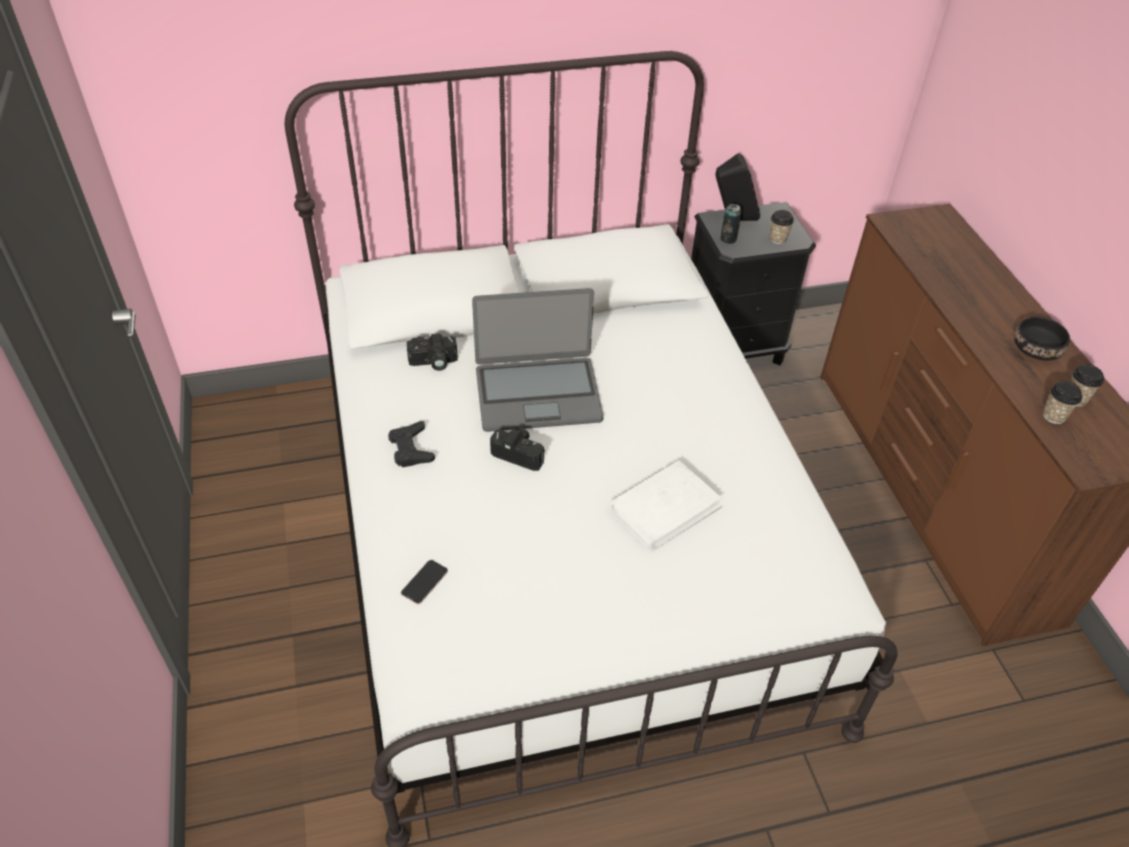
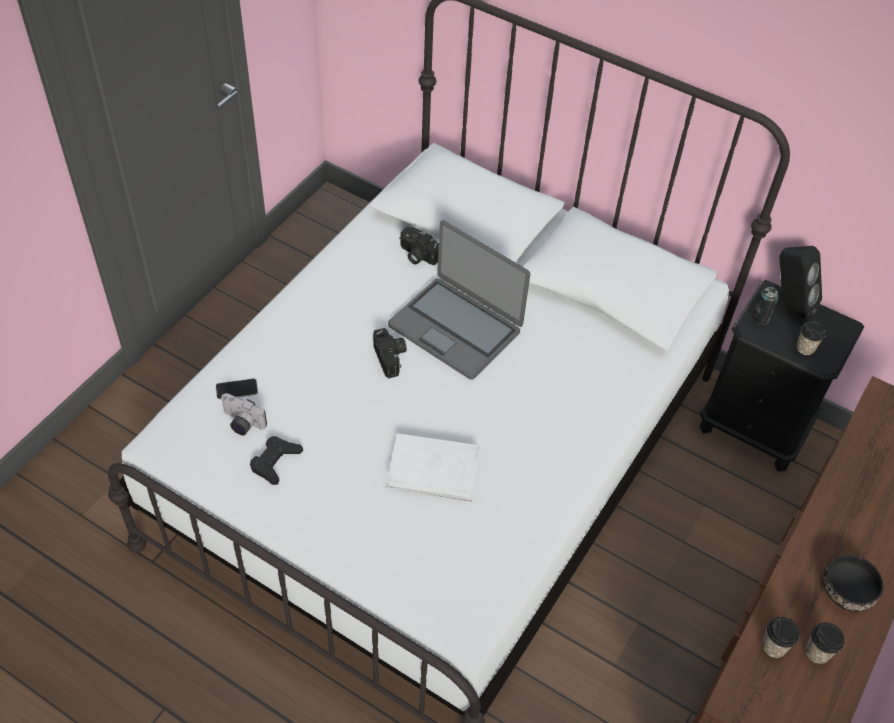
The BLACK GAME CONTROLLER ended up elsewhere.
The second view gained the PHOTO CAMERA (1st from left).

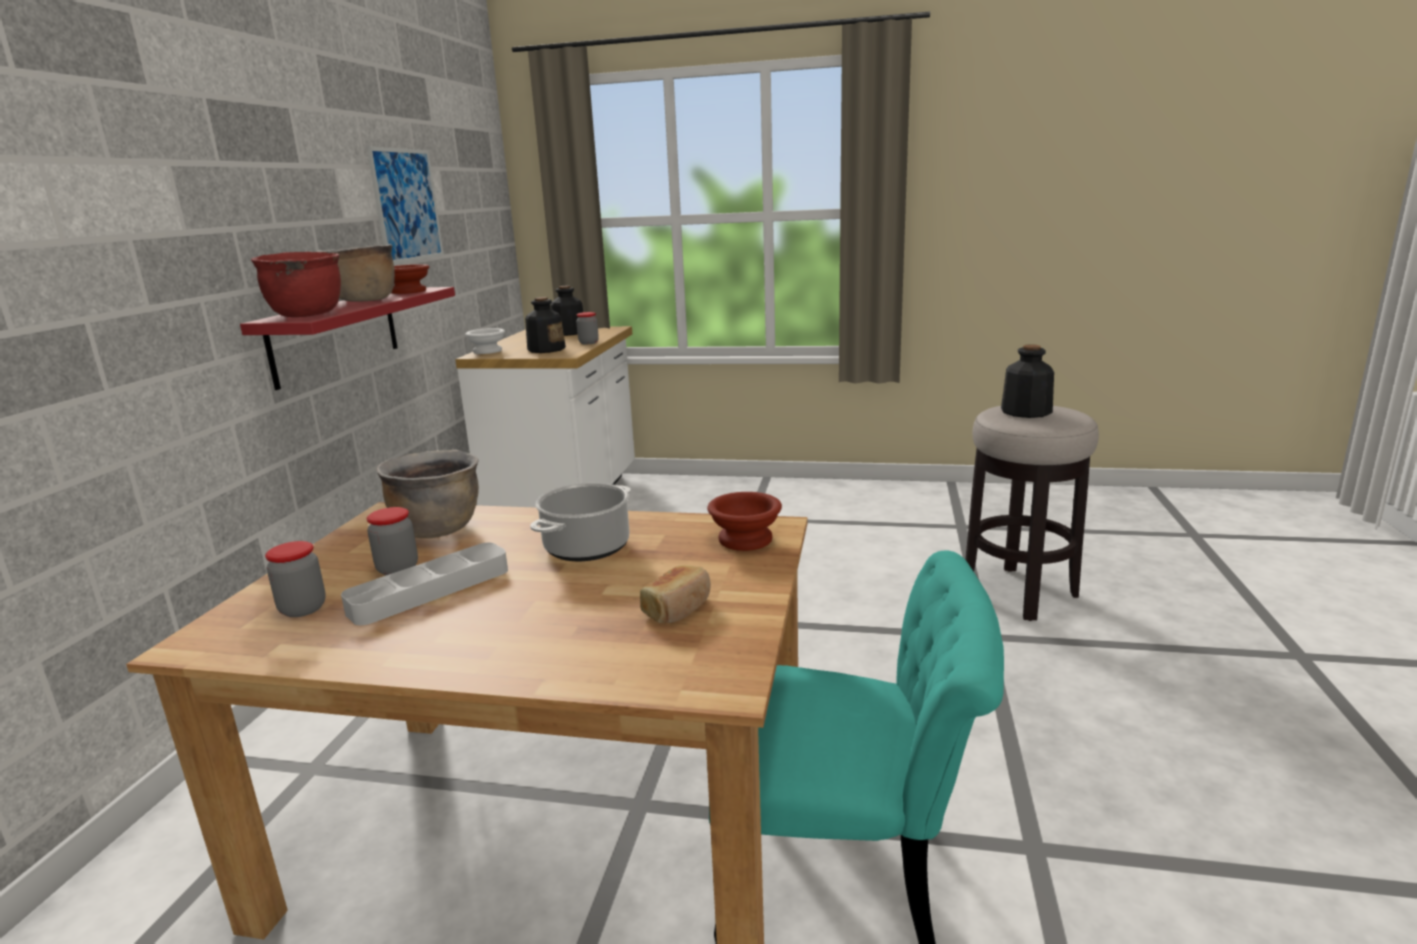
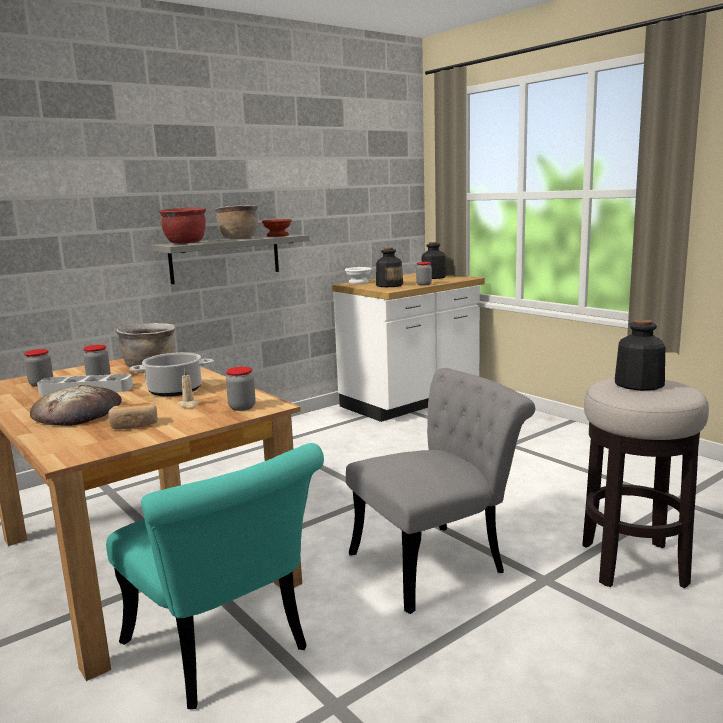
What was the RED SHELF turned into the GREY SHELF.
The second view lost the PICTURE.
Where the BROWN BOWL (2nd from left) stood, the JAR (3rd from left) came to stand.
The second view gained the BREAD (1st from left).
The second view gained the BEIGE CANDLE.
The second view gained the GREY CHAIR.

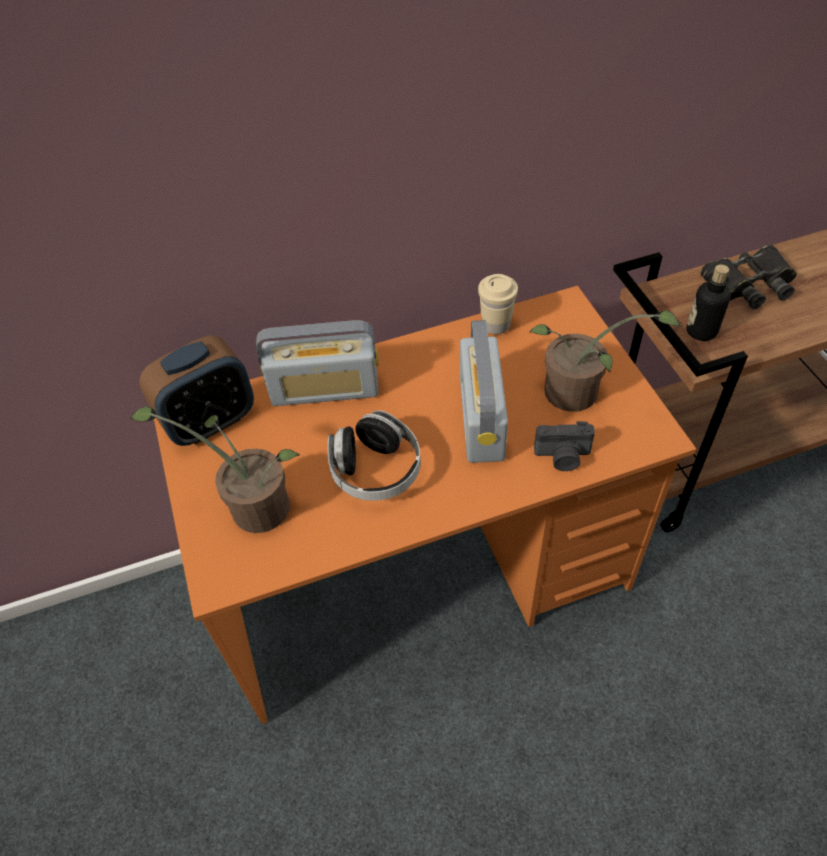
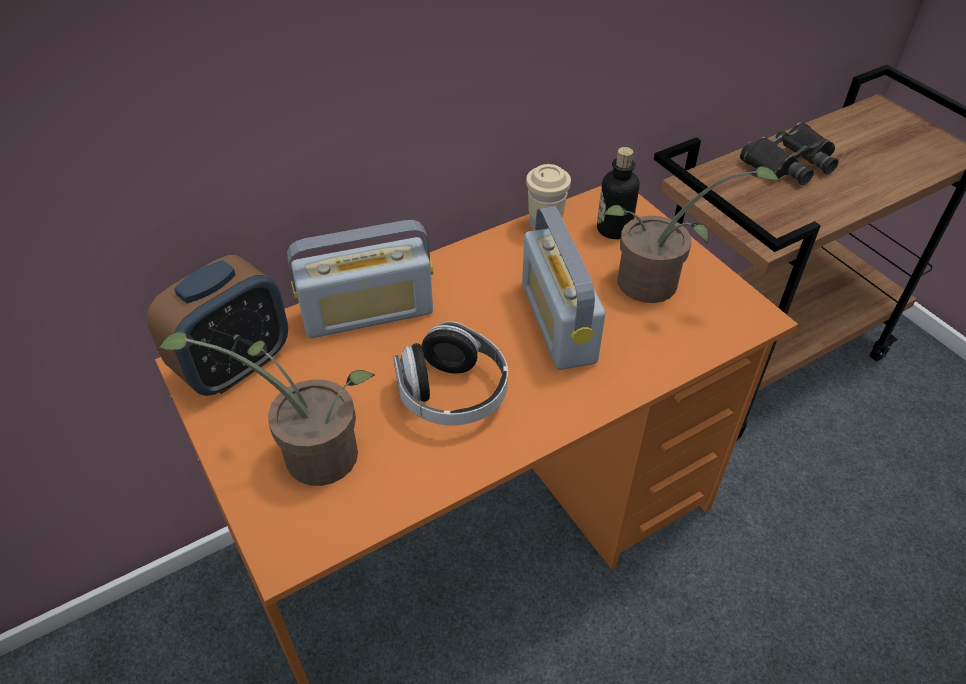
The second view lost the PHOTO CAMERA.
The BOTTLE ended up elsewhere.

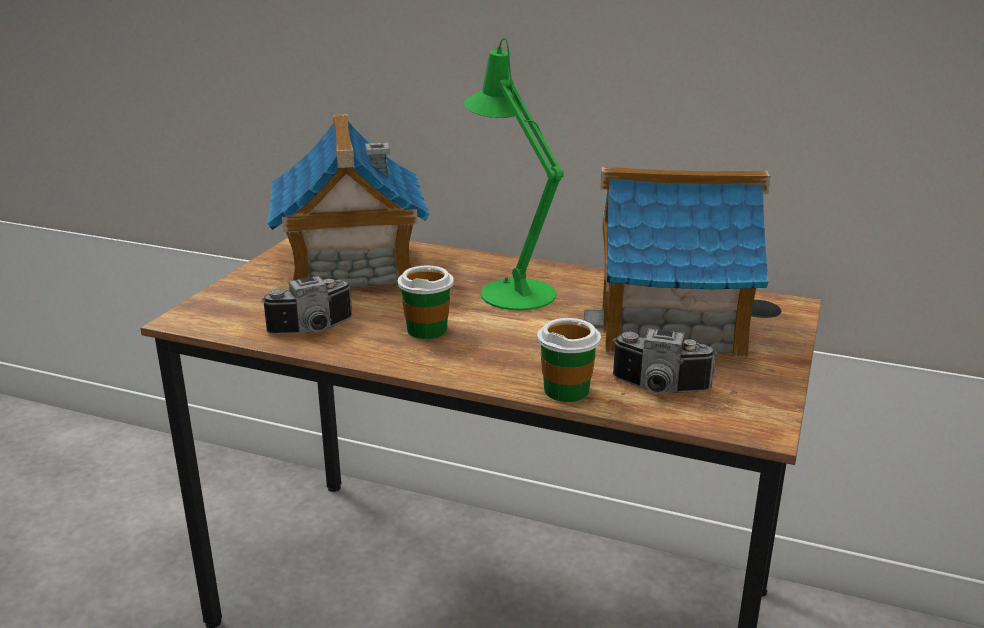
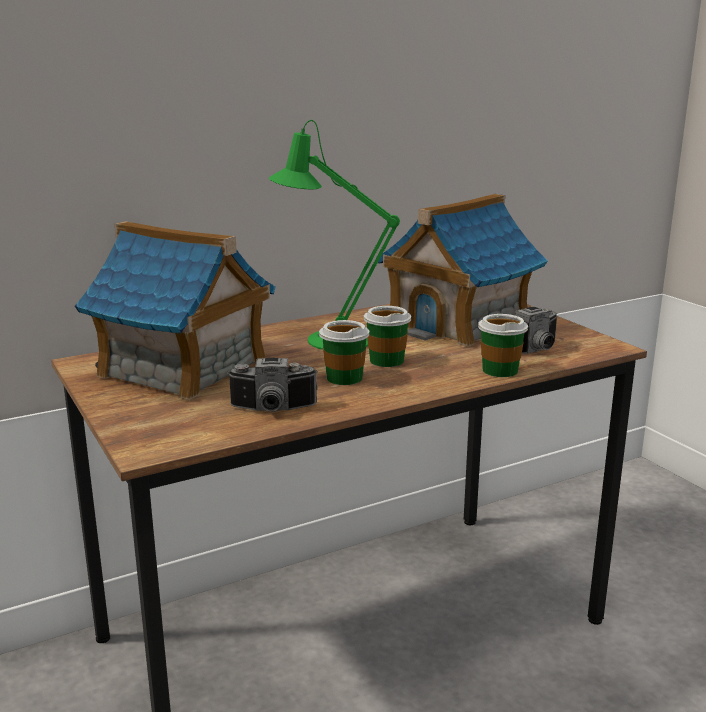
The PHOTO CAMERA (1st from left) ended up facing another way, 75 degrees clockwise from before.
The second view gained the CUP (2nd from left).

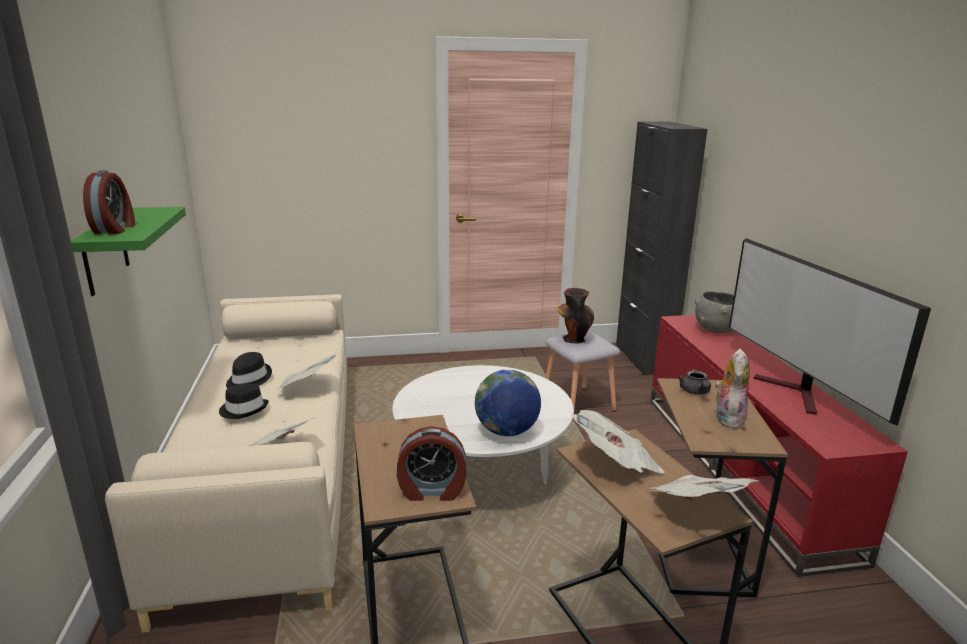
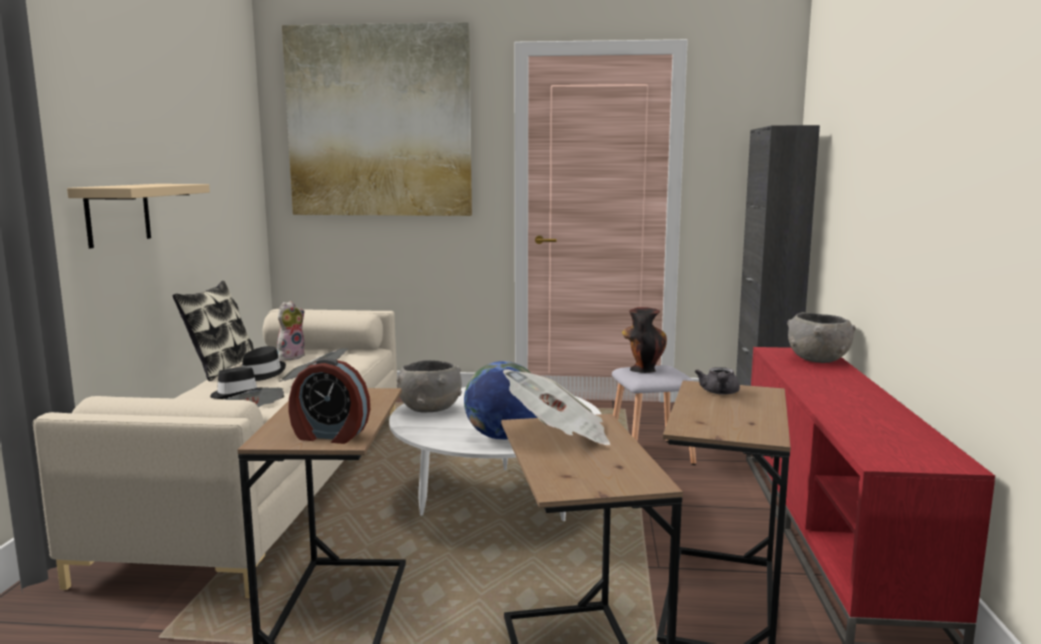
What was the GREEN SHELF turned into the BEIGE SHELF.
The second view lost the ALARM CLOCK (1st from left).
The second view lost the NEWSPAPER (4th from left).
The PLUSH TOY ended up elsewhere.
The second view lost the TELEVISION.
The second view gained the PILLOW.
The second view gained the PICTURE.
The second view gained the GREY BOWL (1st from left).

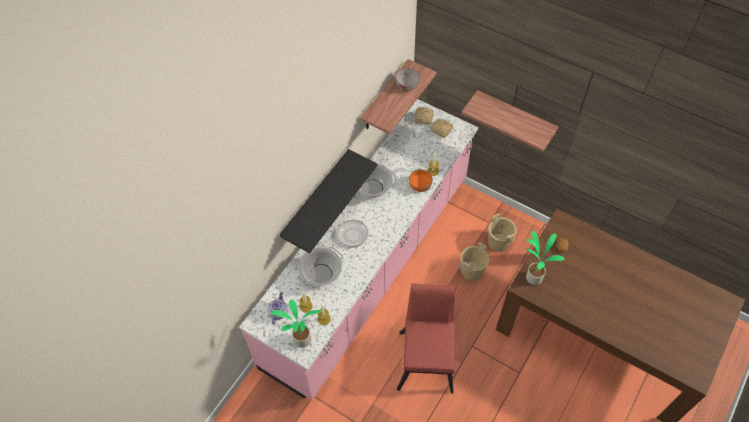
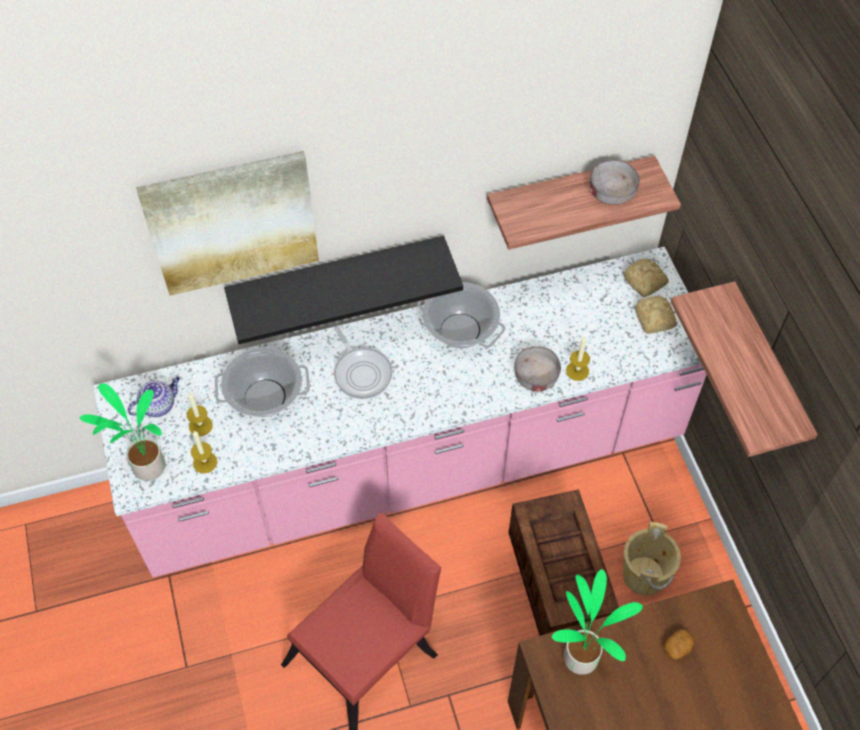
What was the ORANGE BOWL turned into the GREY BOWL (1st from left).
Where the BEIGE BUCKET (1st from left) stood, the CRATE came to stand.
The second view gained the PICTURE.

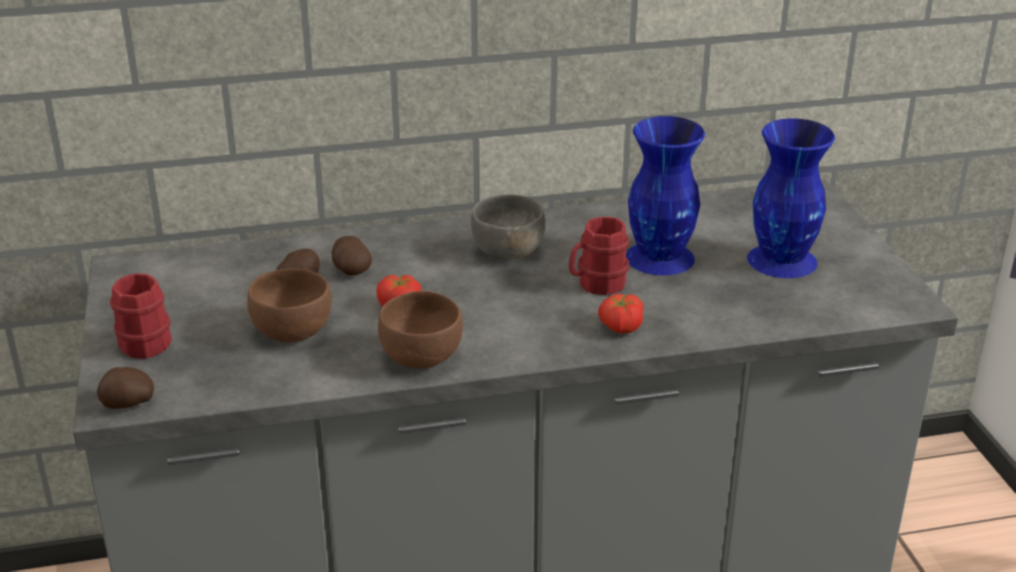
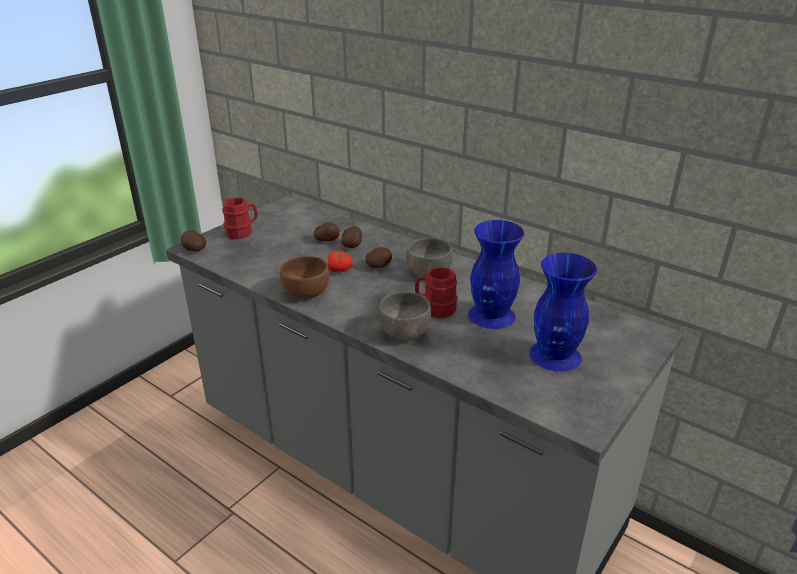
The second view lost the BROWN BOWL (1st from left).
Where the TOMATO (2nd from left) stood, the GREY BOWL (1st from left) came to stand.
The second view gained the POTATO (4th from left).

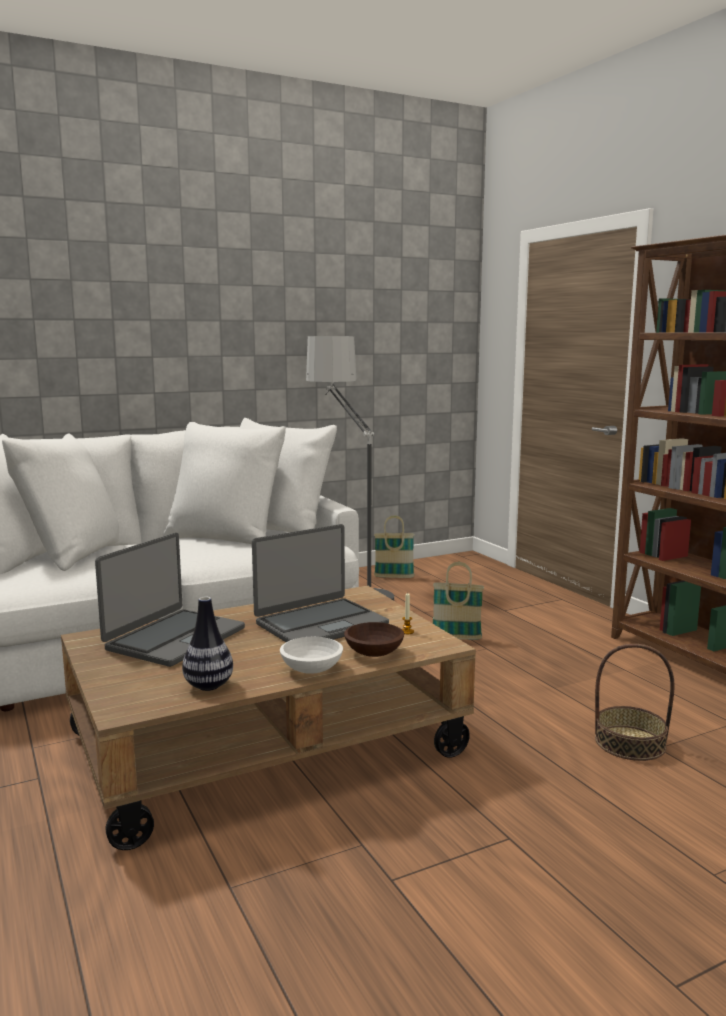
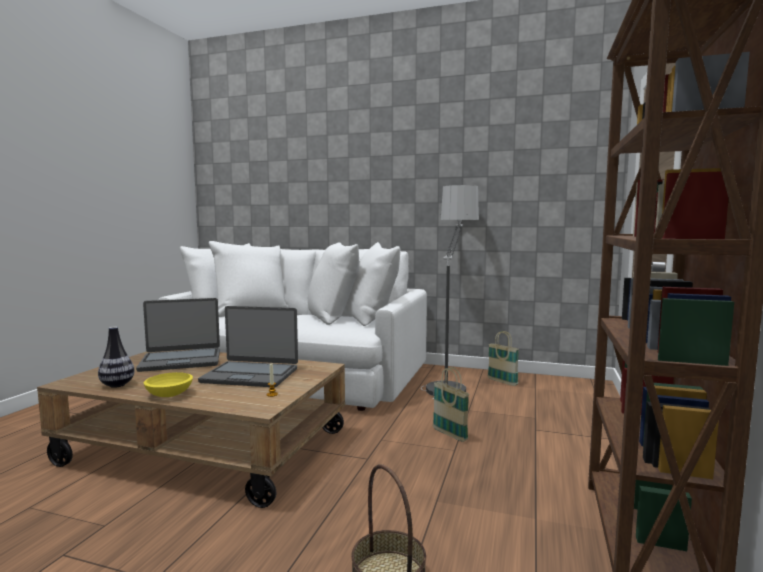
What was the WHITE BOWL turned into the YELLOW BOWL.
The second view lost the BROWN BOWL.

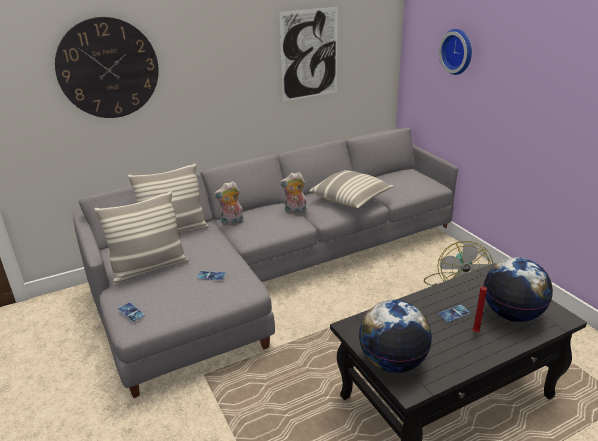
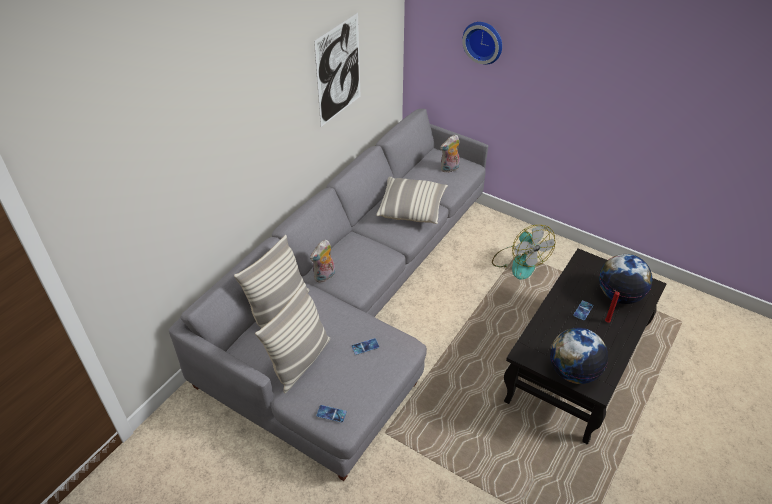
The second view lost the WALL CLOCK (1st from left).
The PLUSH TOY (2nd from left) ended up elsewhere.

